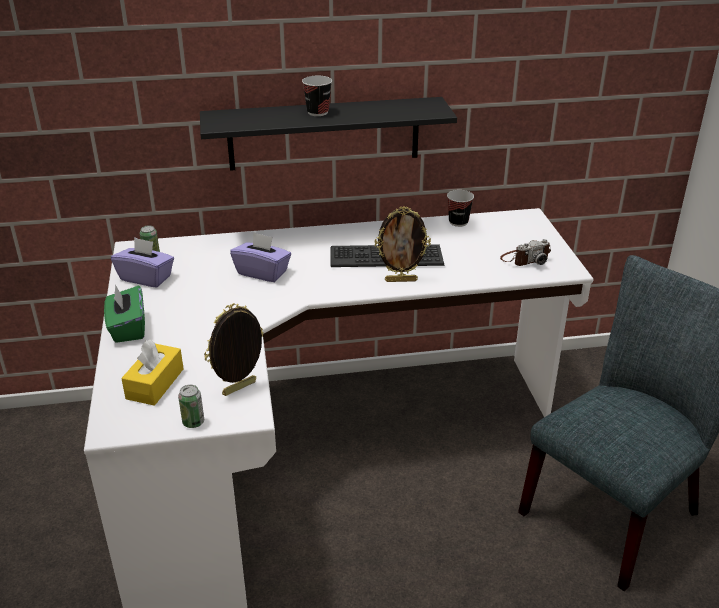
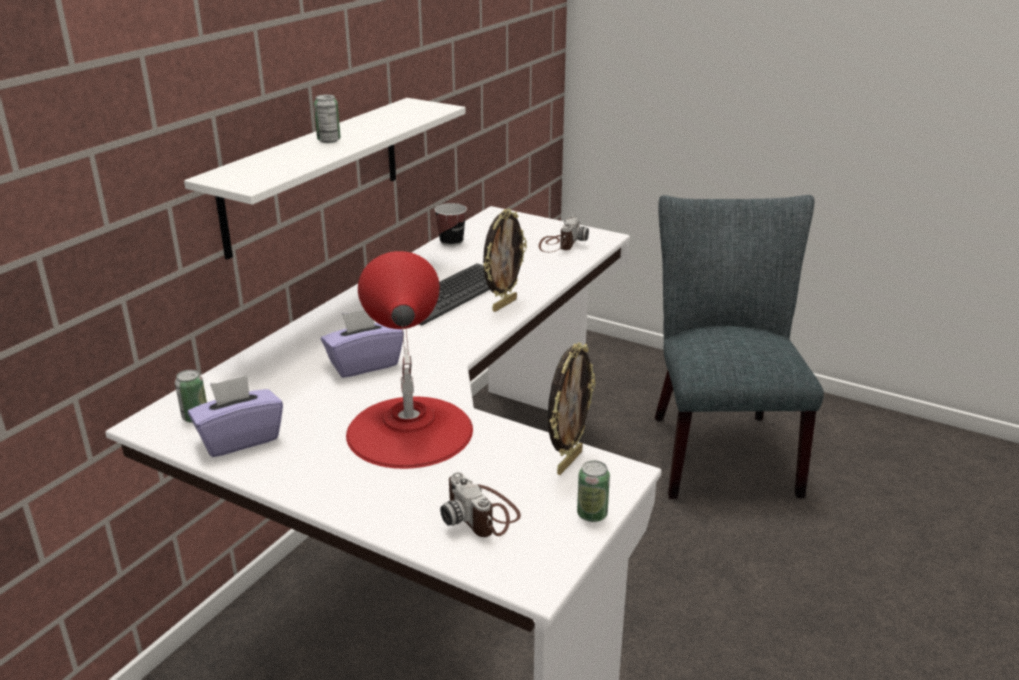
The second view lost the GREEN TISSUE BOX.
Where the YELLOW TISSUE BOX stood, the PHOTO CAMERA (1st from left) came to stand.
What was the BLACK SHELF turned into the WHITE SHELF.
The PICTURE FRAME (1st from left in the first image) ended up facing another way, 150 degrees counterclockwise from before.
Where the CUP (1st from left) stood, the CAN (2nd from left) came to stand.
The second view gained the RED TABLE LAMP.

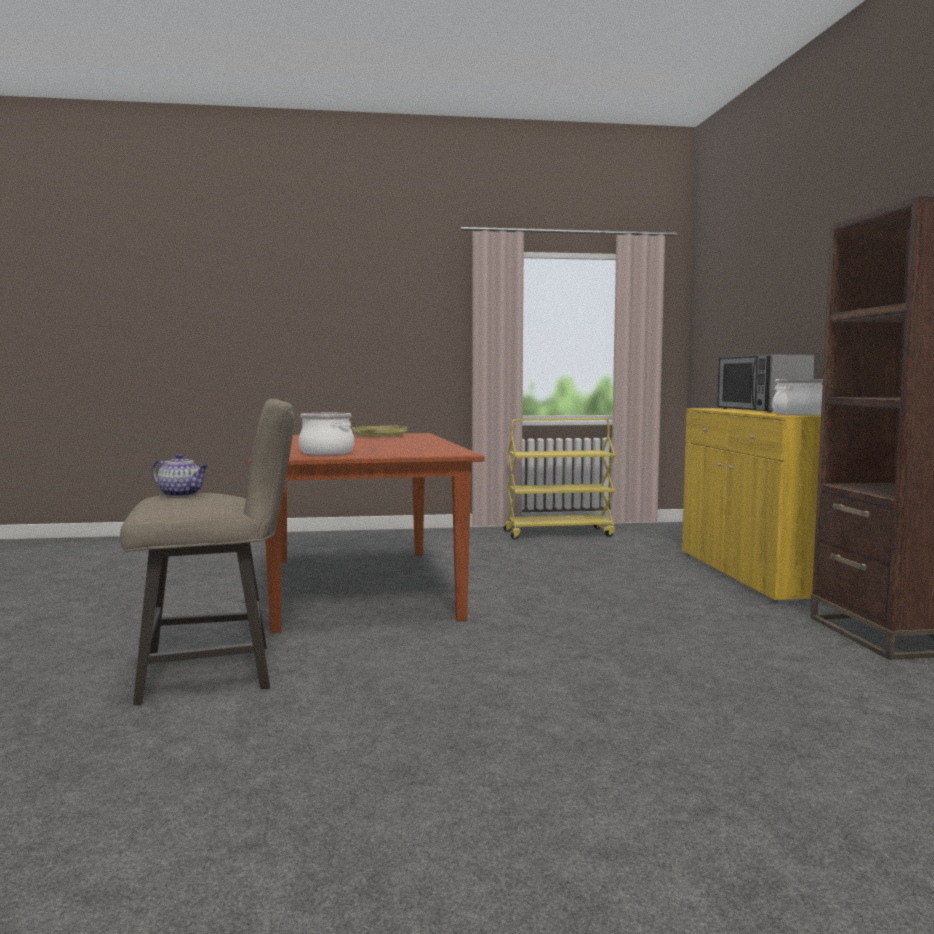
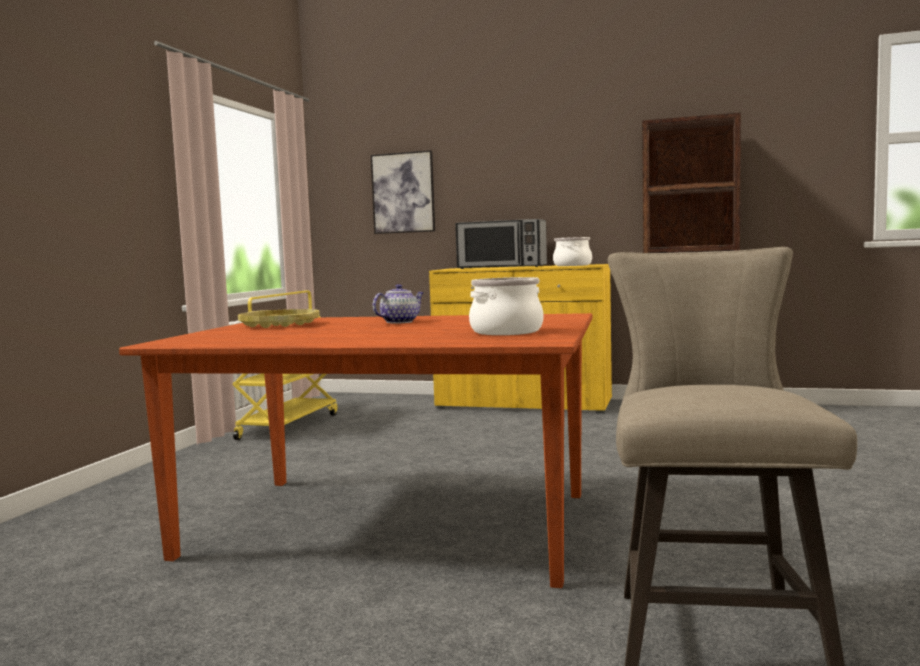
The TEAPOT ended up elsewhere.
The second view gained the PICTURE.

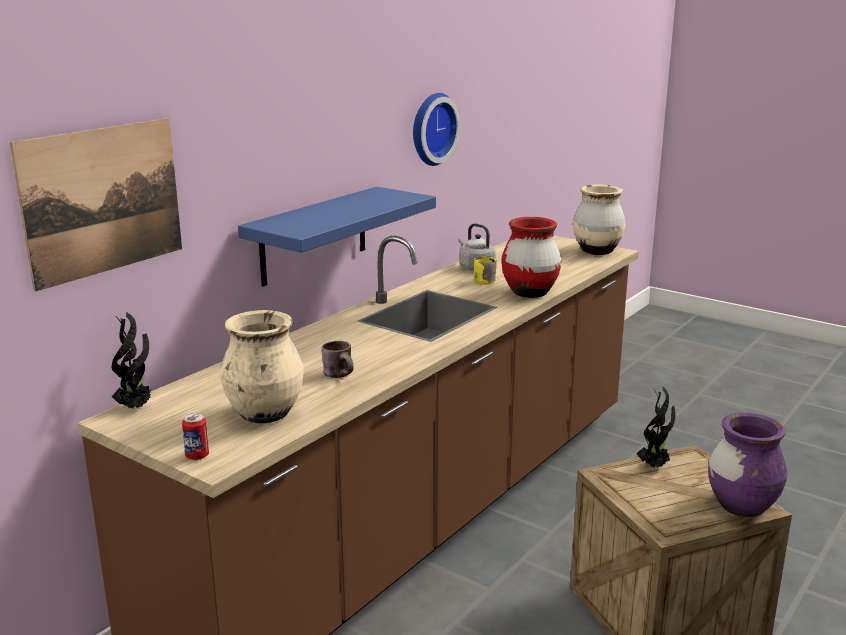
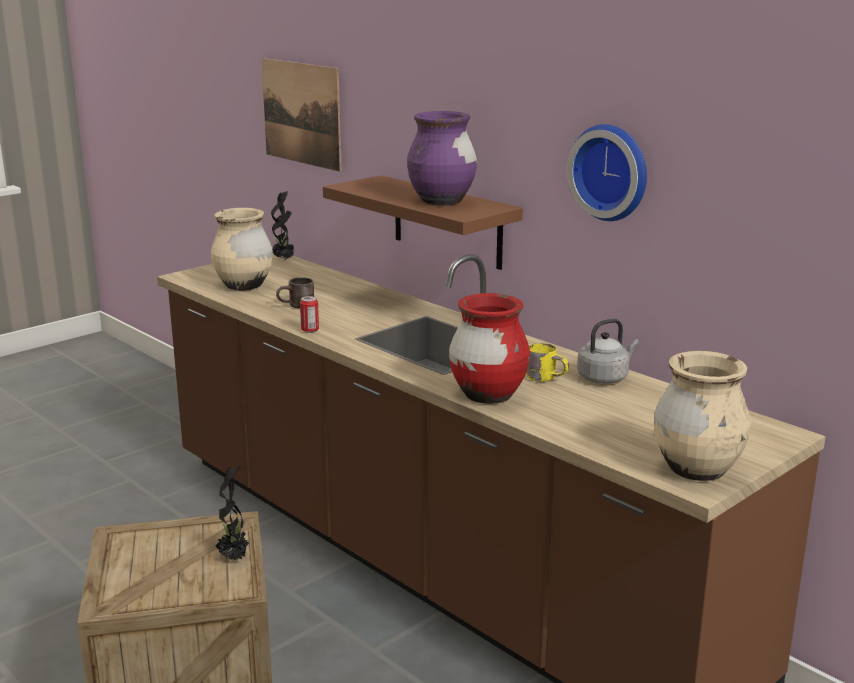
The CAN ended up elsewhere.
What was the BLUE SHELF turned into the BROWN SHELF.
The PURPLE VASE ended up elsewhere.

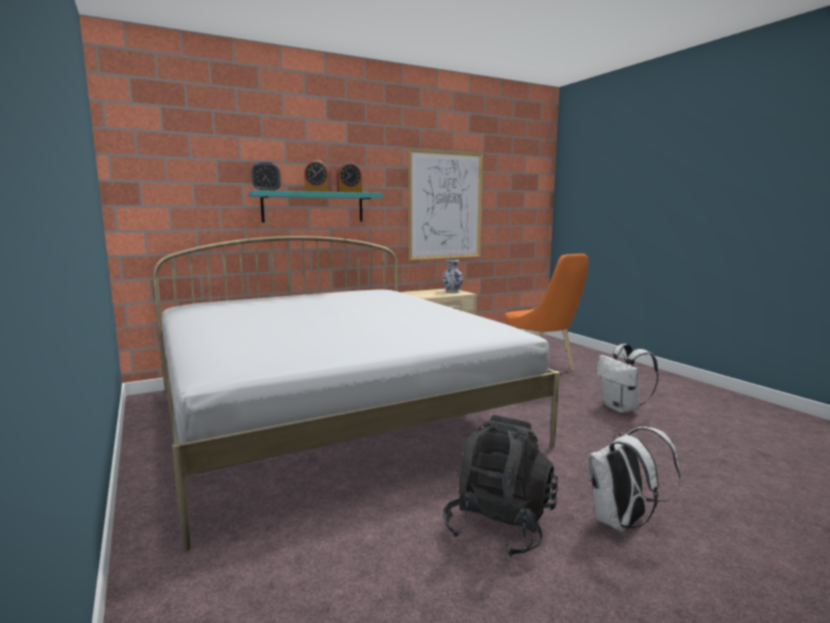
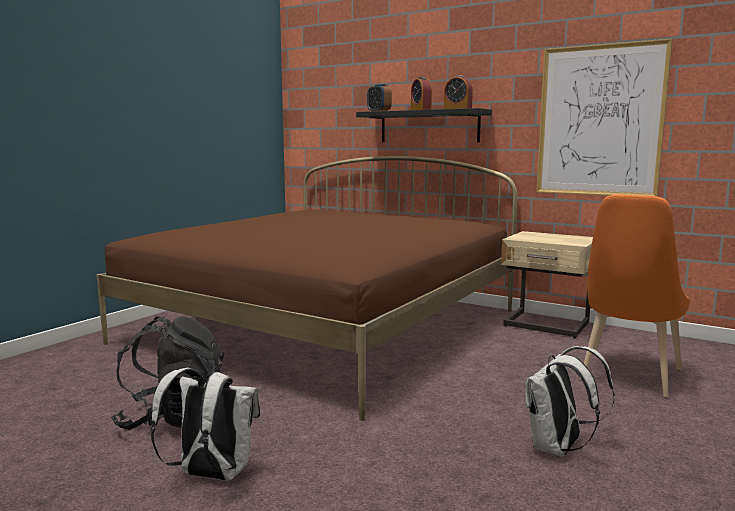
What was the WHITE BED turned into the BROWN BED.
What was the TURQUOISE SHELF turned into the BLACK SHELF.
The second view lost the VASE.

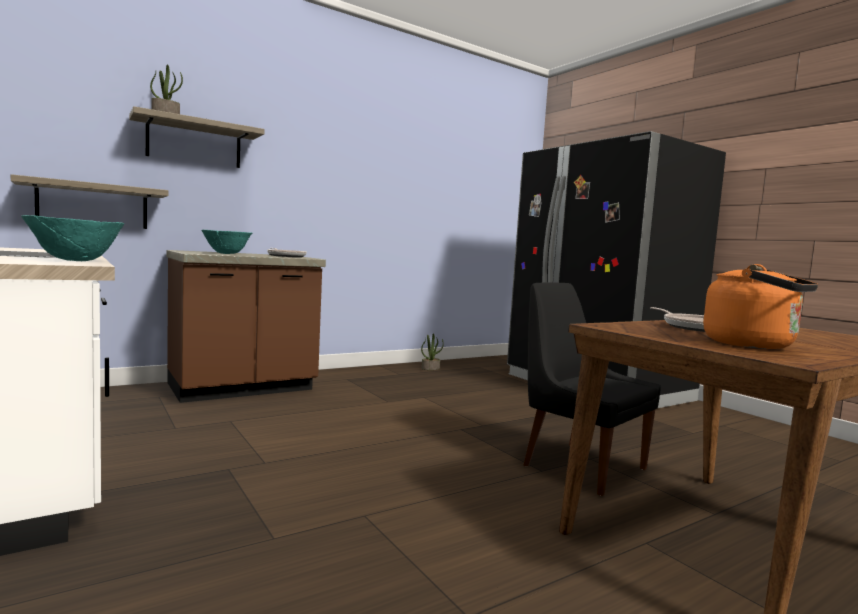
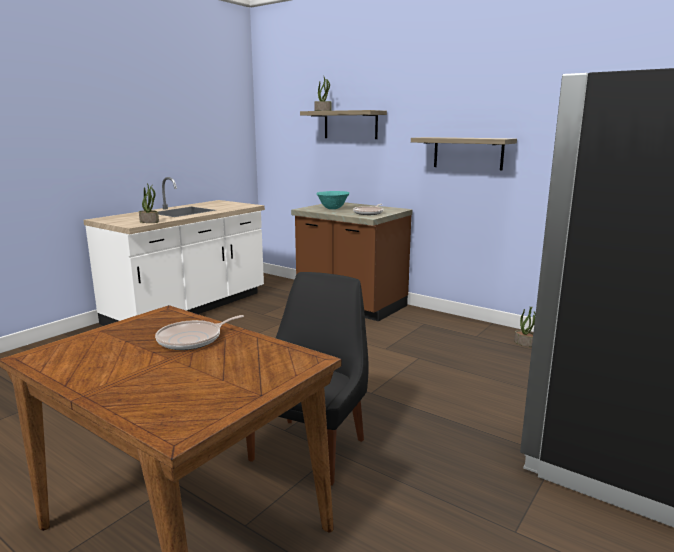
The SHELF (1st from left in the first image) ended up elsewhere.
Where the TURQUOISE BOWL (1st from left) stood, the POTTED PLANT (1st from left) came to stand.
The second view lost the ORANGE KETTLE.

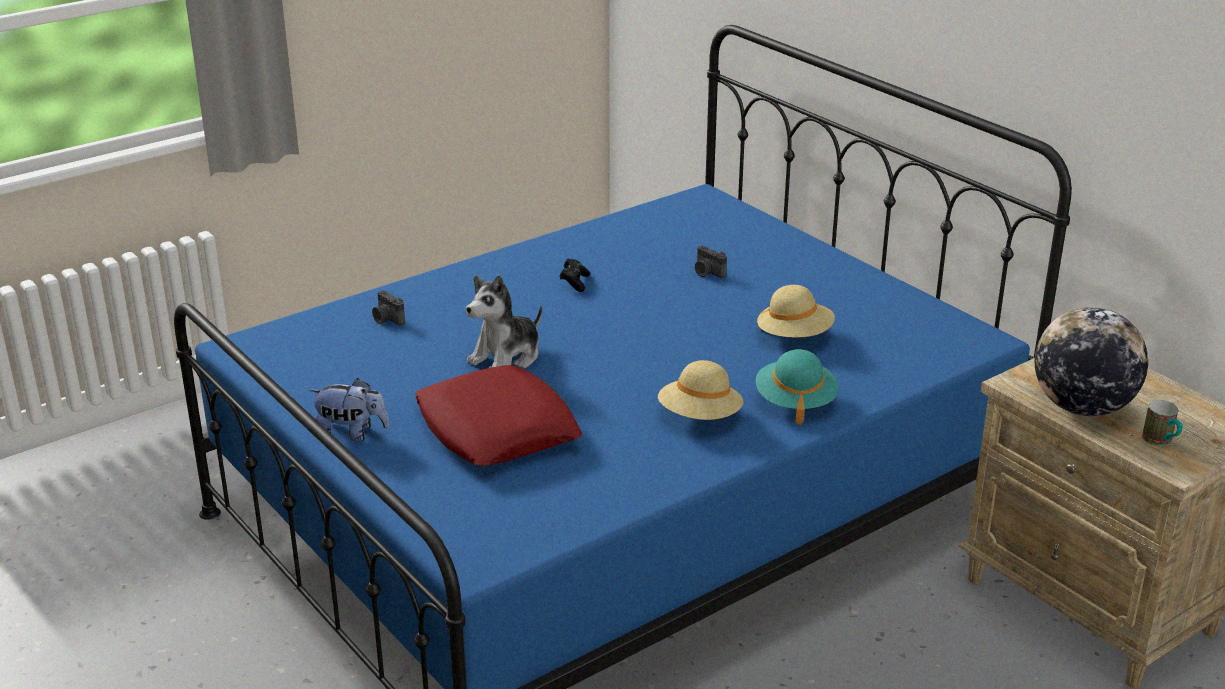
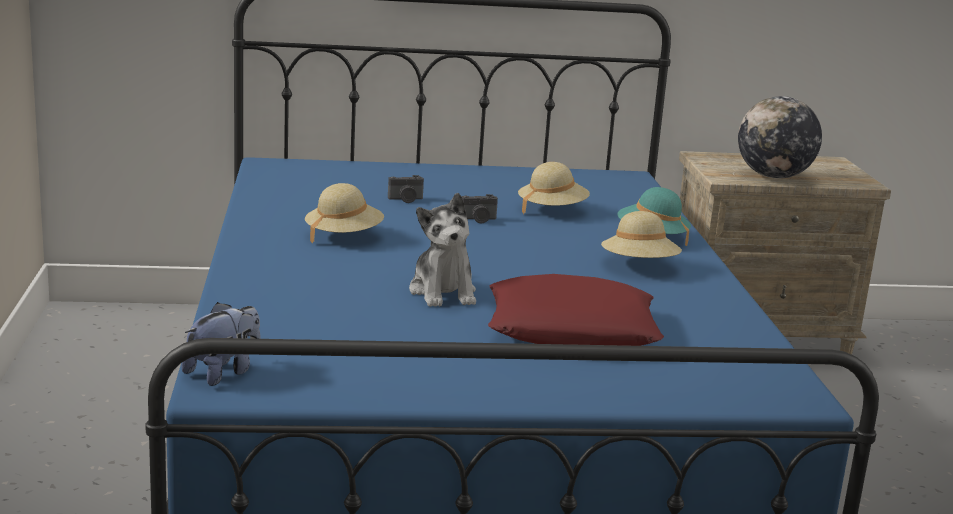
The PLUSH TOY (1st from left) ended up elsewhere.
The PHOTO CAMERA (1st from left in the first image) ended up elsewhere.
Where the BLACK GAME CONTROLLER stood, the BEIGE HAT (1st from left) came to stand.
The second view lost the MUG.

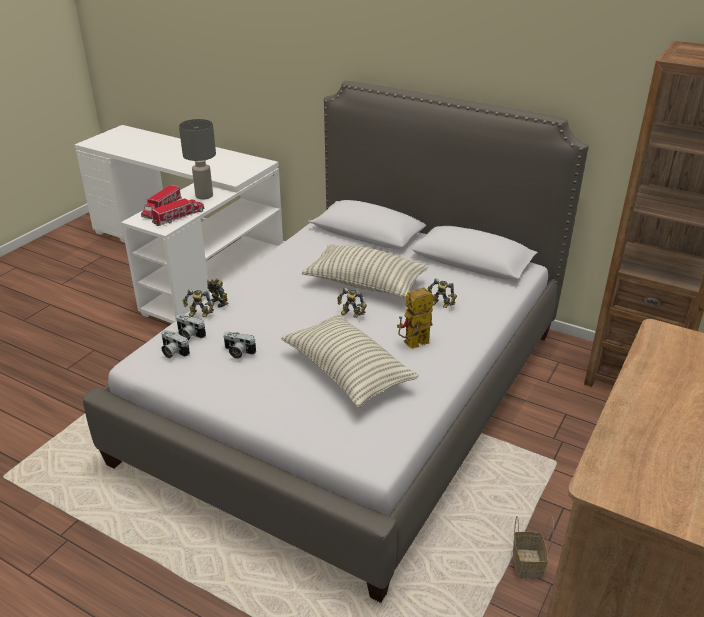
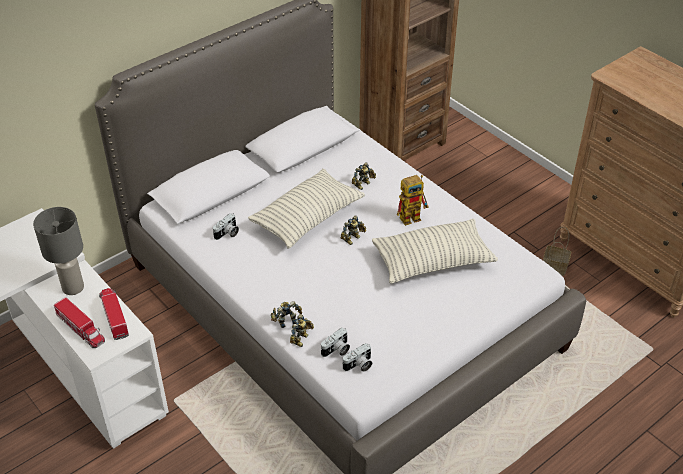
The PHOTO CAMERA (3rd from left in the first image) ended up elsewhere.
The TOY ROBOT (4th from left in the first image) ended up facing another way, 105 degrees counterclockwise from before.

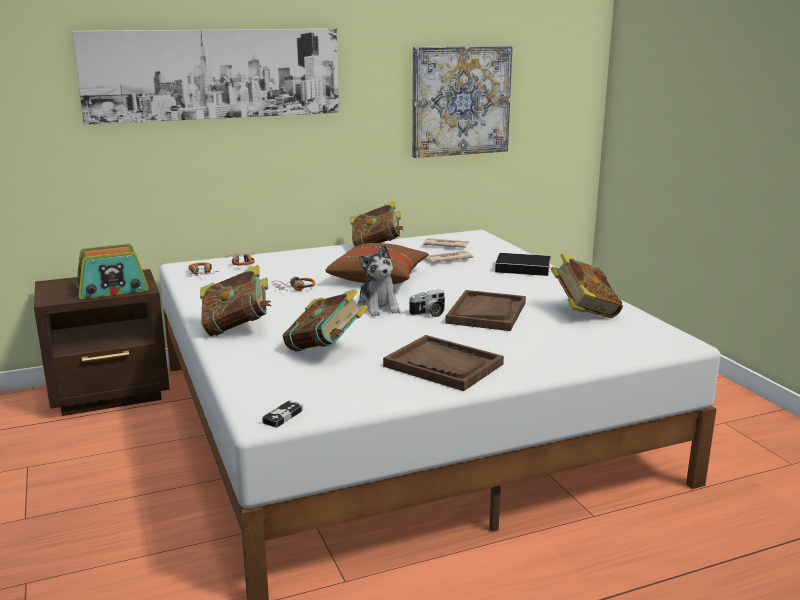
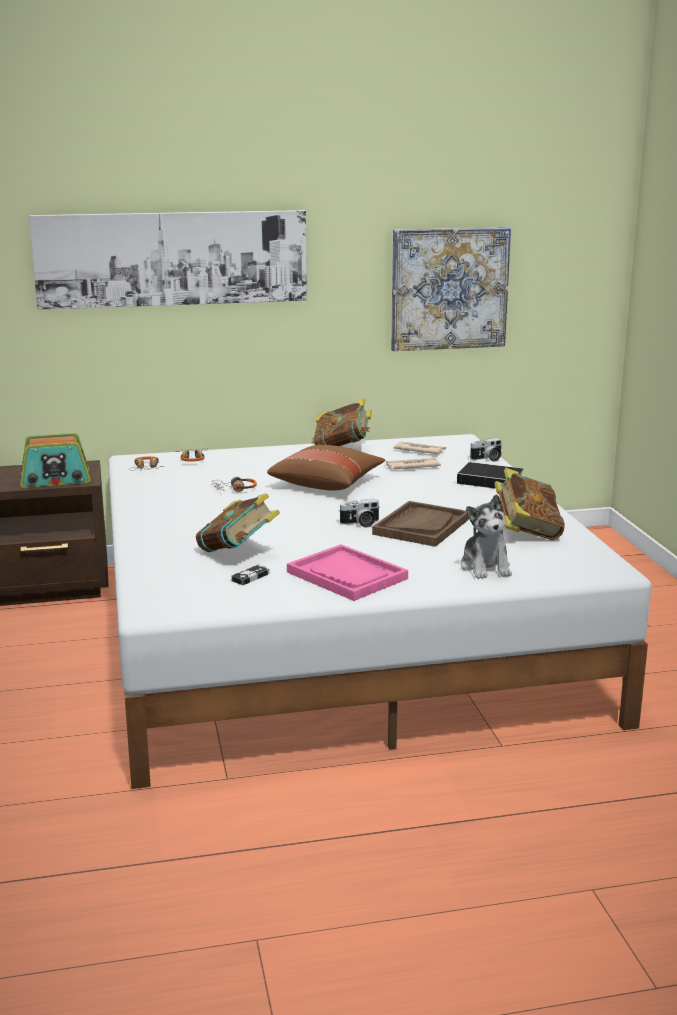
The second view lost the BOOK (1st from left).
The GAME CONTROLLER ended up elsewhere.
The PLUSH TOY ended up elsewhere.
What was the BROWN TRAY (1st from left) turned into the PINK TRAY.
The second view gained the PHOTO CAMERA (2nd from left).

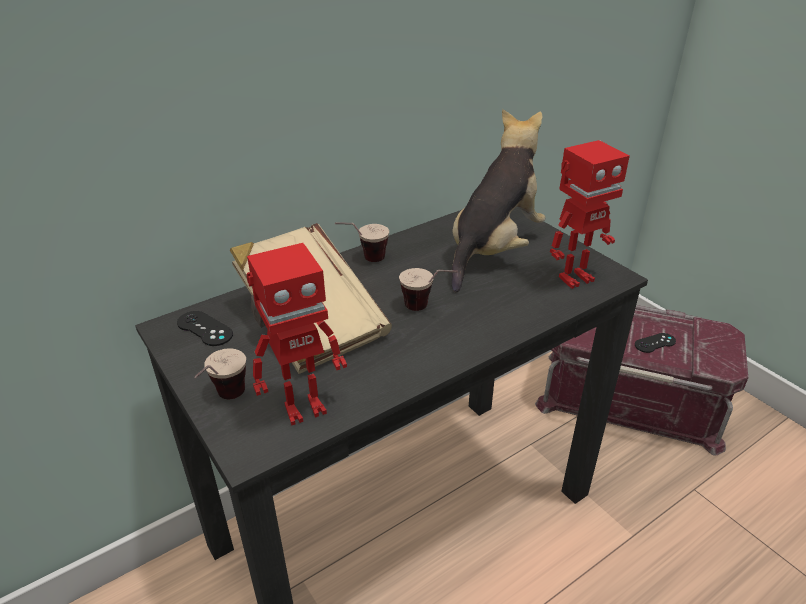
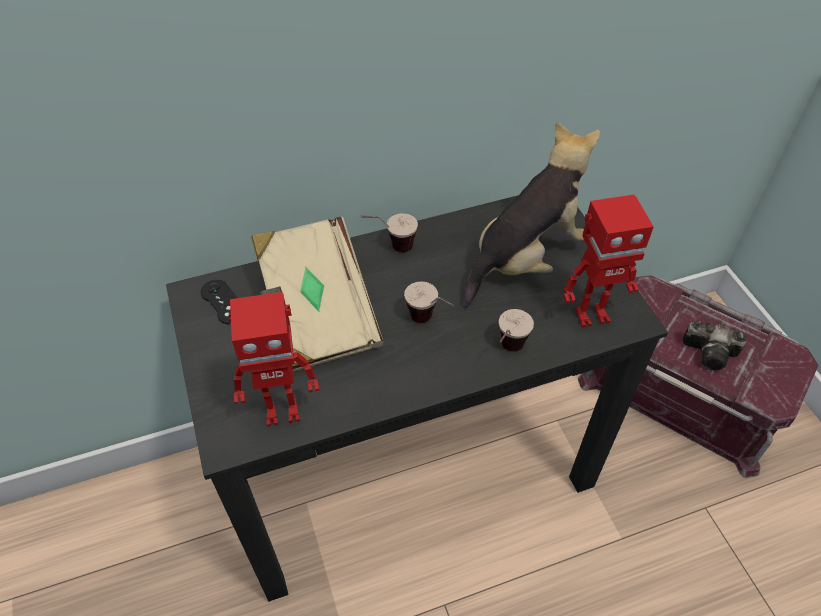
The CUP (1st from left in the first image) ended up elsewhere.
Where the BLACK GAME CONTROLLER (2nd from left) stood, the PHOTO CAMERA came to stand.

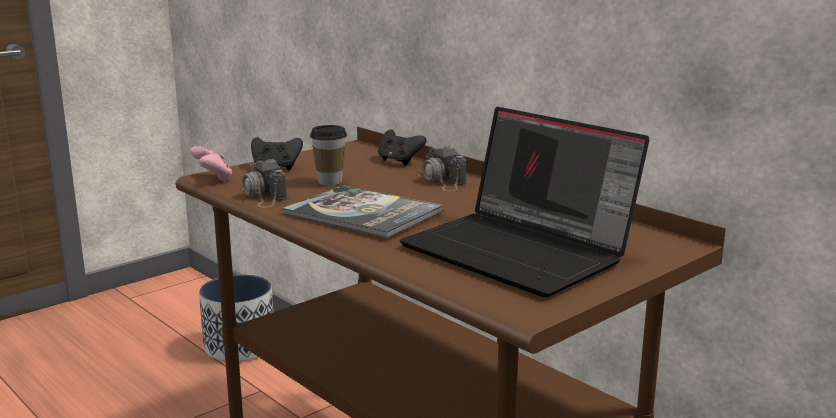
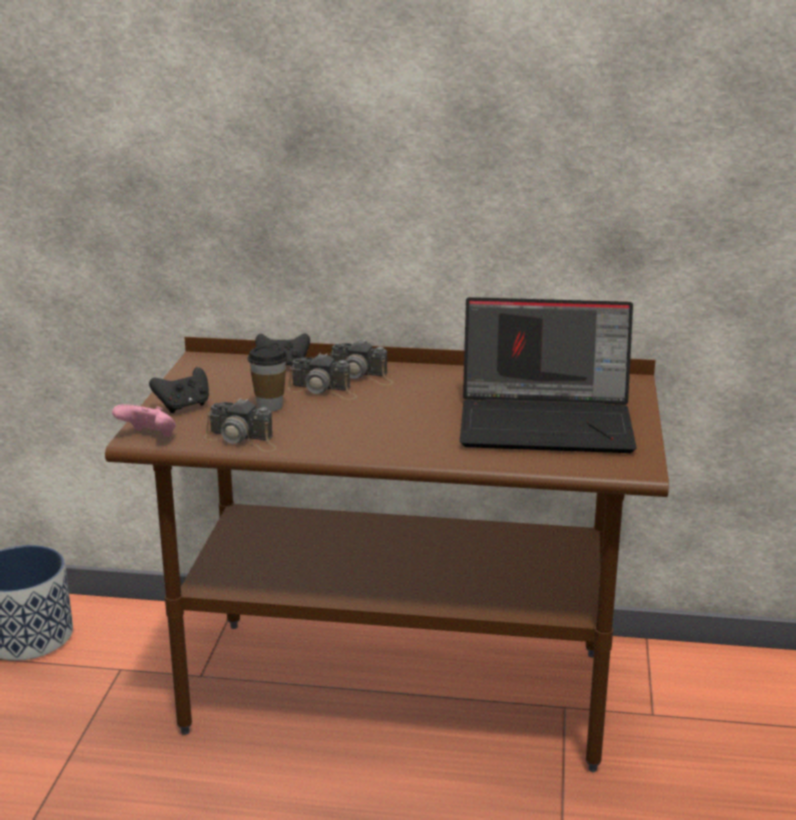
The second view lost the BOOK.
The second view gained the PHOTO CAMERA (2nd from left).

